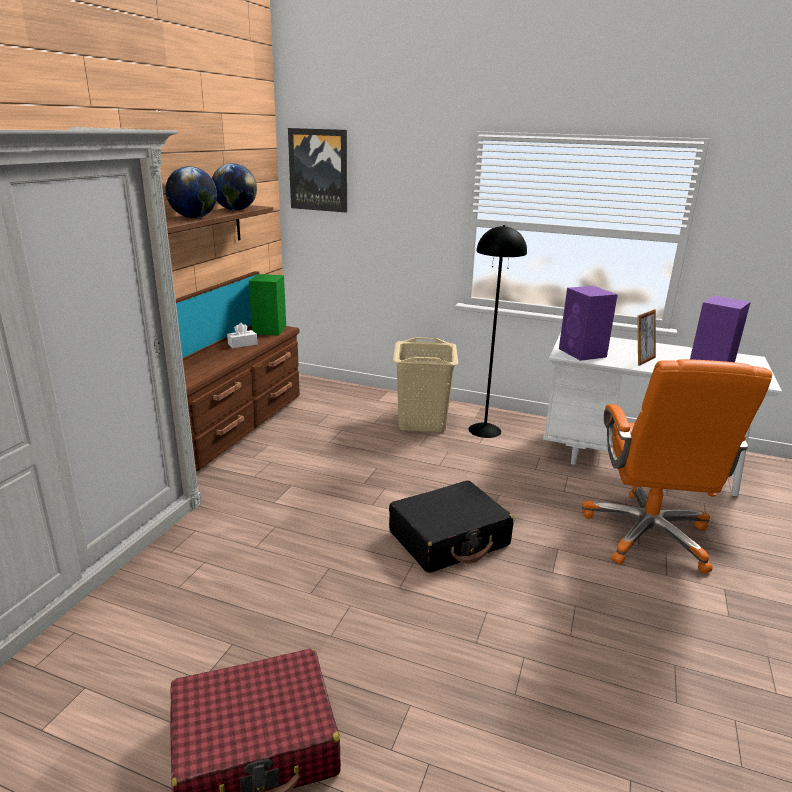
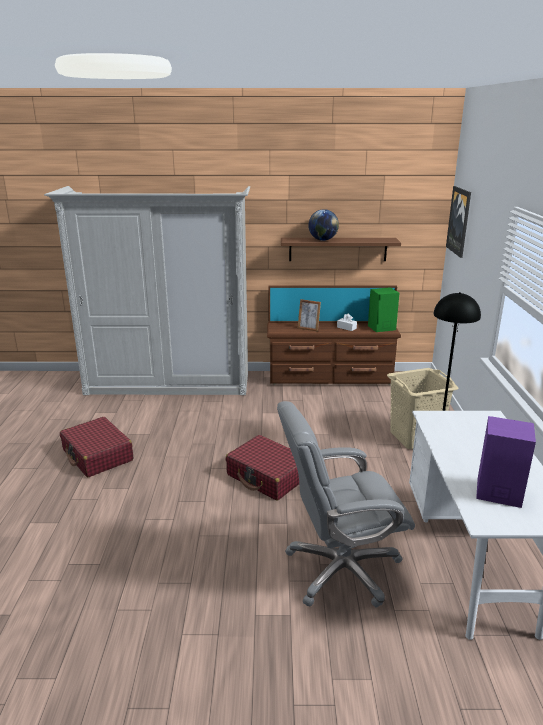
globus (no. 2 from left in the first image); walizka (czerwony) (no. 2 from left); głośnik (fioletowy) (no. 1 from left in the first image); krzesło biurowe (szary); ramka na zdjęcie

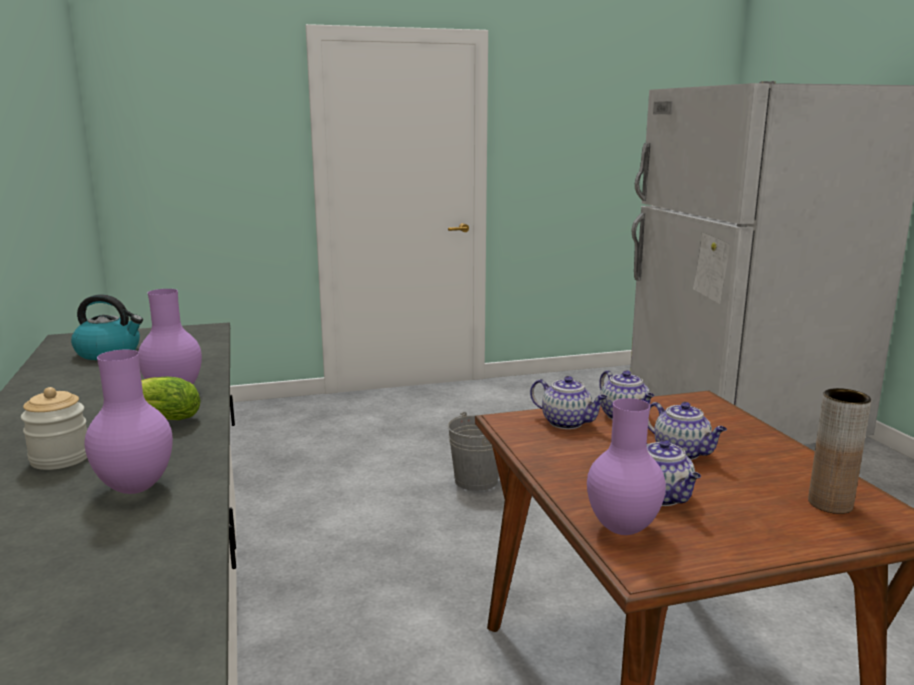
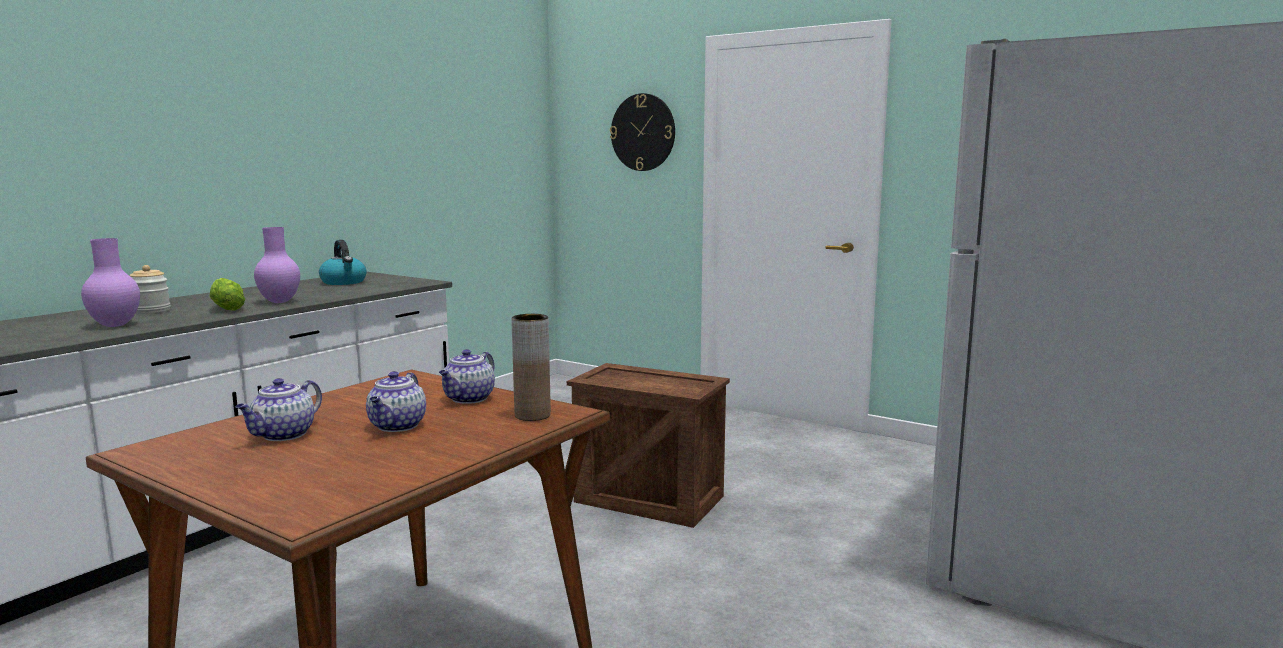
skrzynka; imbryk (no. 1 from left in the first image); wazon (fioletowy) (no. 3 from left in the first image); wazon (brązowy); zegar ścienny

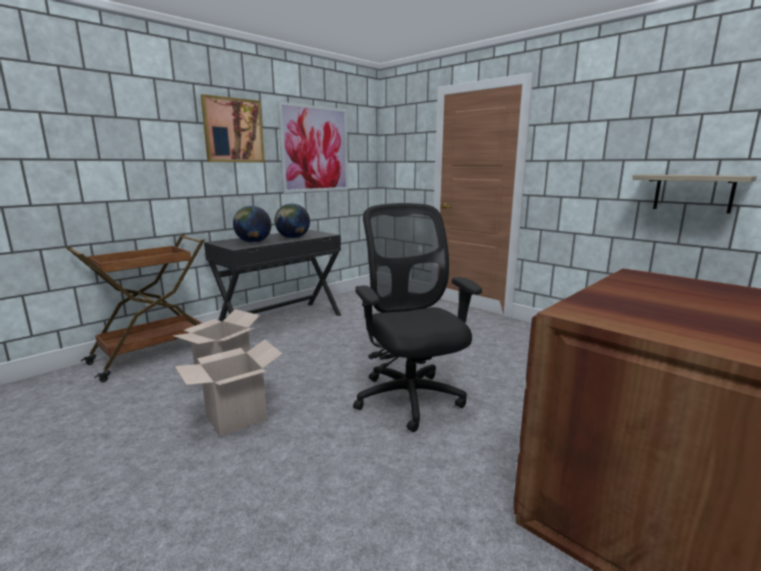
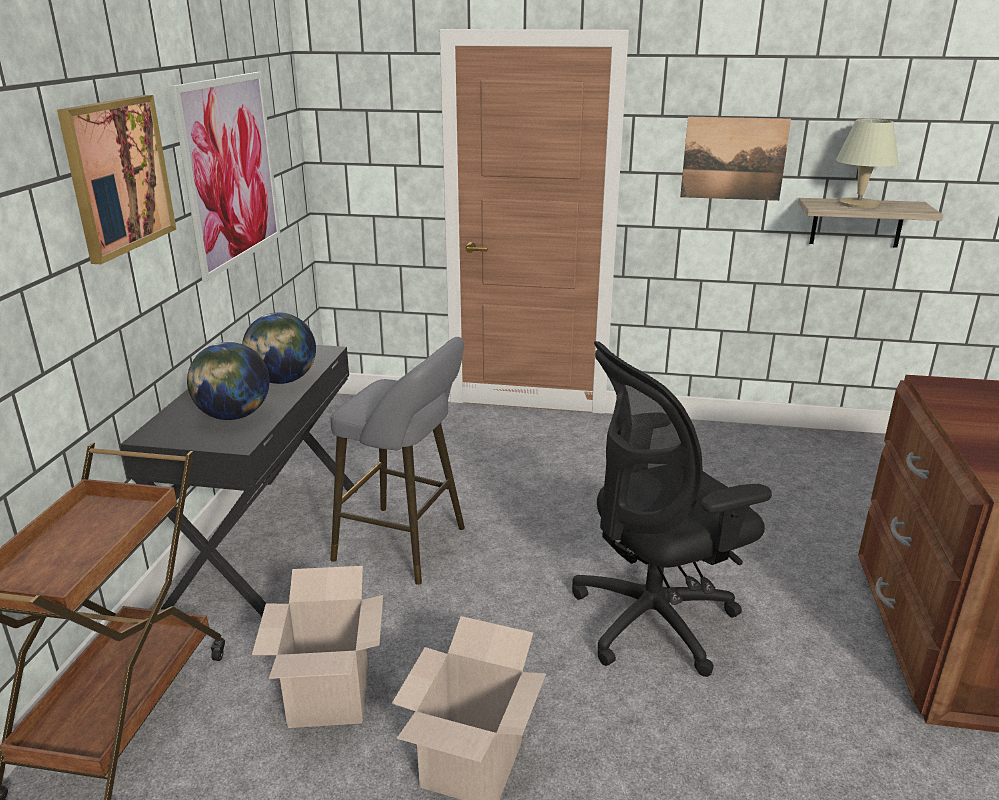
krzesło biurowe (czarny); stołek (szary); obraz (no. 3 from left); lampa stołowa (beżowy)

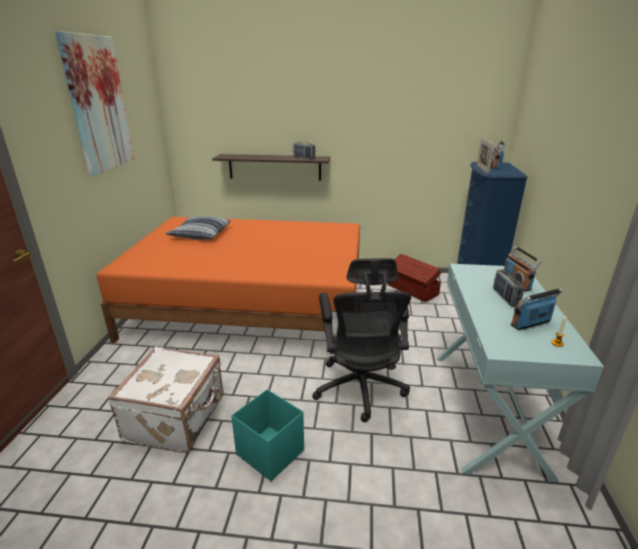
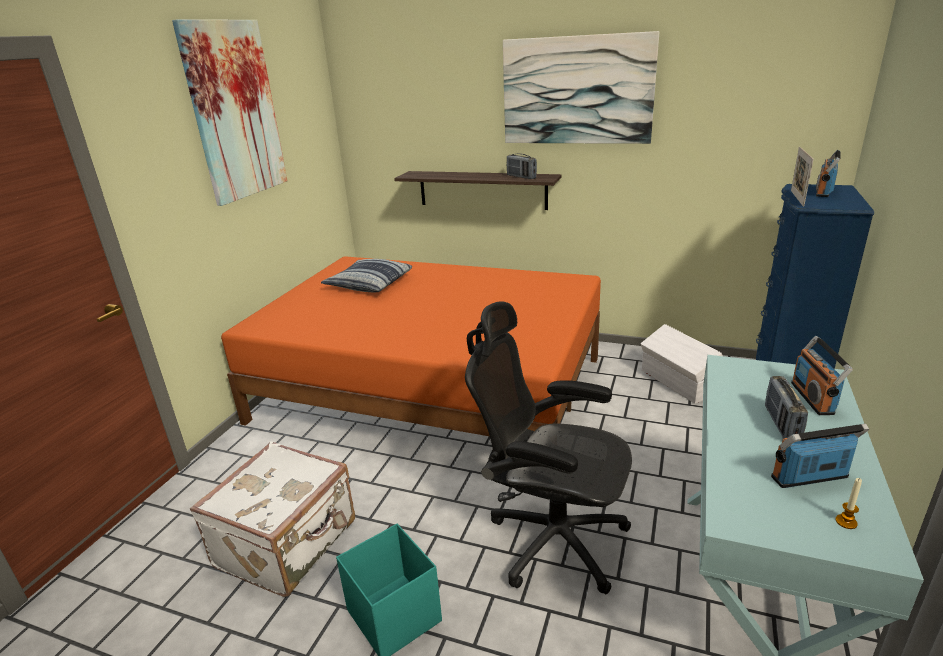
krzesło biurowe; pojemnik do przechowywania (biały); obraz (no. 2 from left)

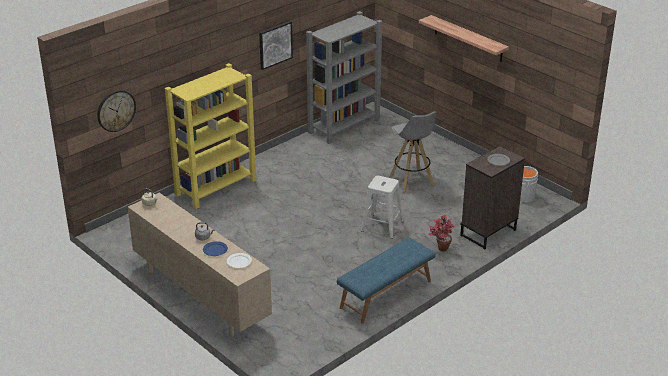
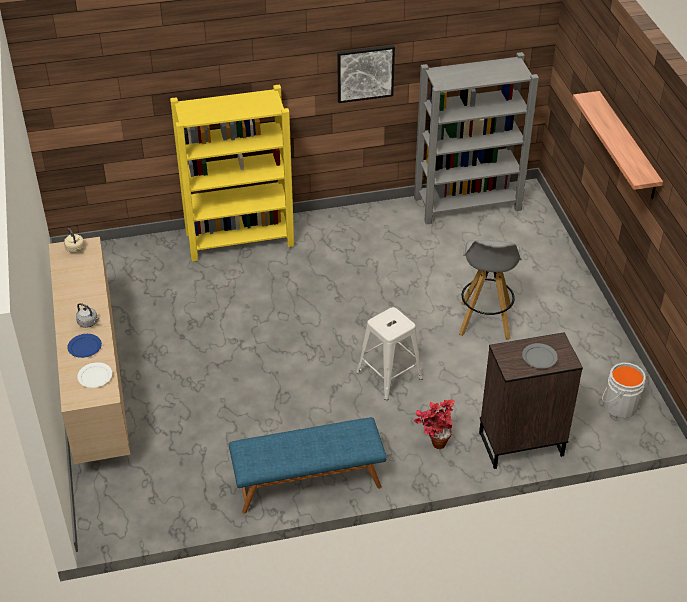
zegar ścienny

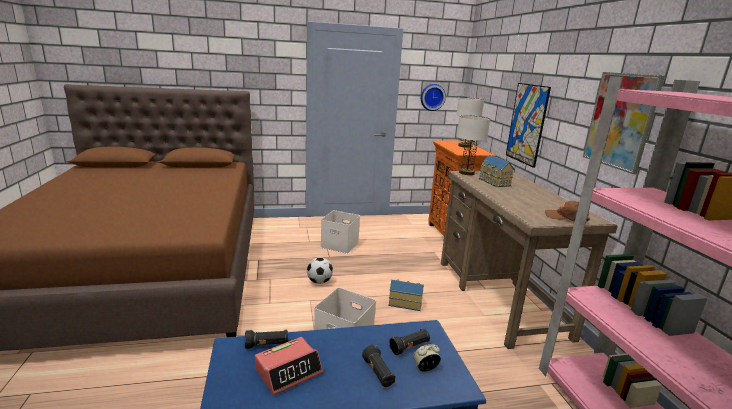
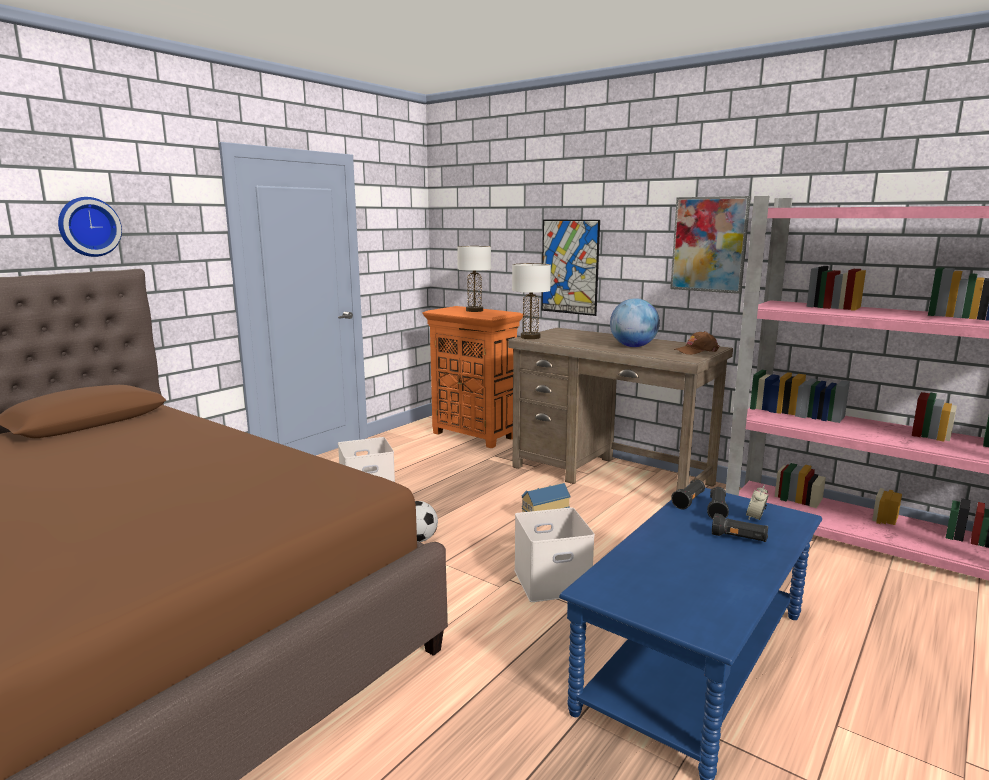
latarka (czarny) (no. 1 from left); budzik (no. 1 from left in the first image); zegar ścienny; domek (no. 2 from left in the first image); globus

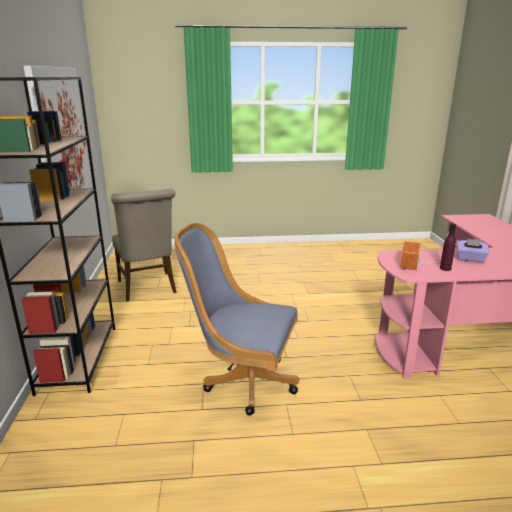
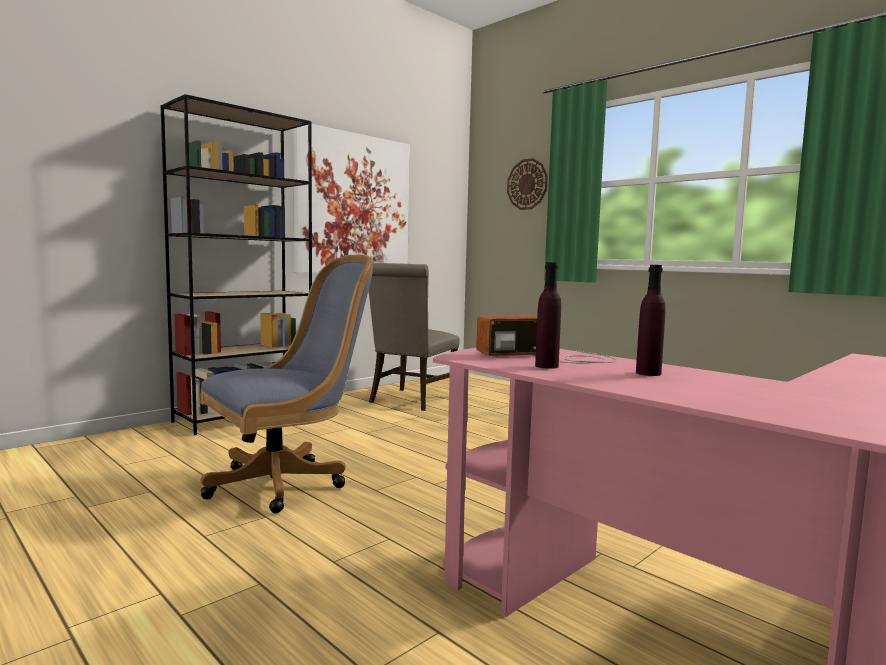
krzesło biurowe (niebieski); butelka (fioletowy) (no. 2 from left); zegar ścienny

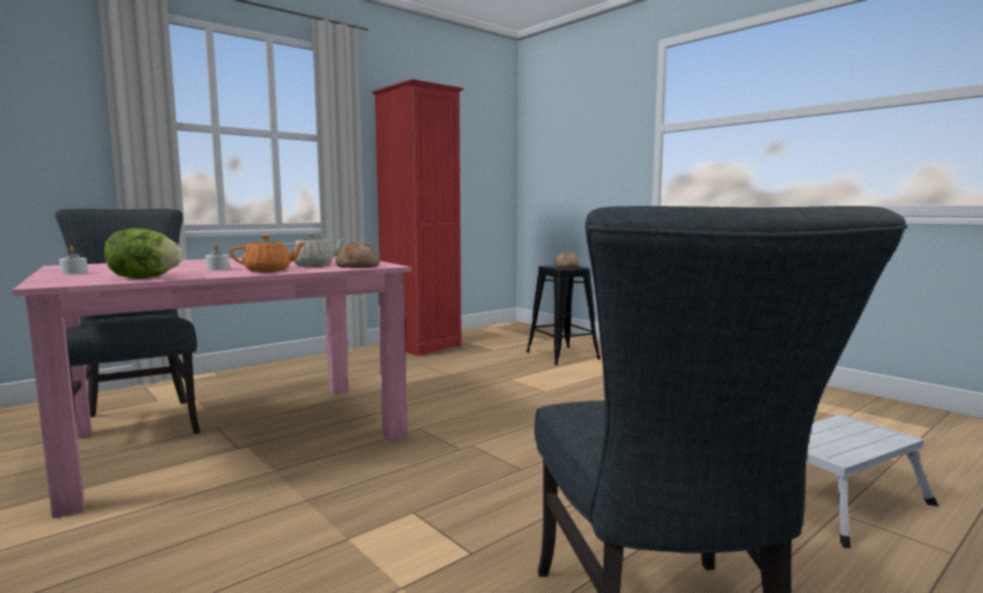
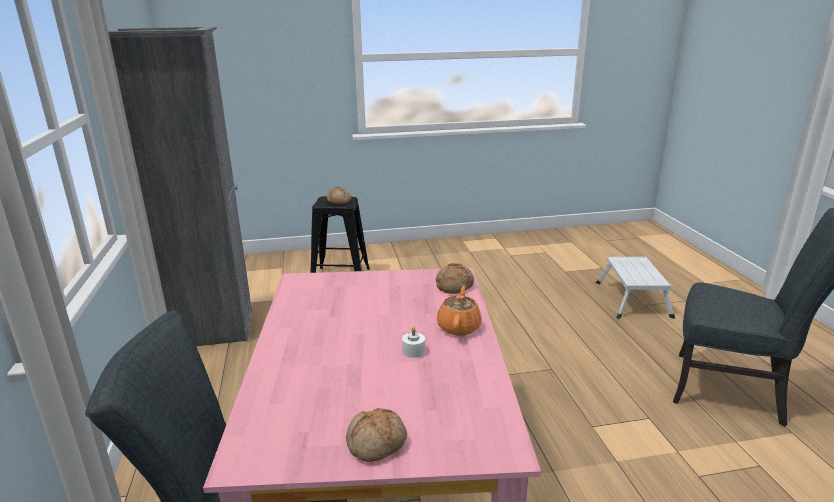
chleb (no. 2 from left); sałata; imbryk (beżowy); szafka (szary)

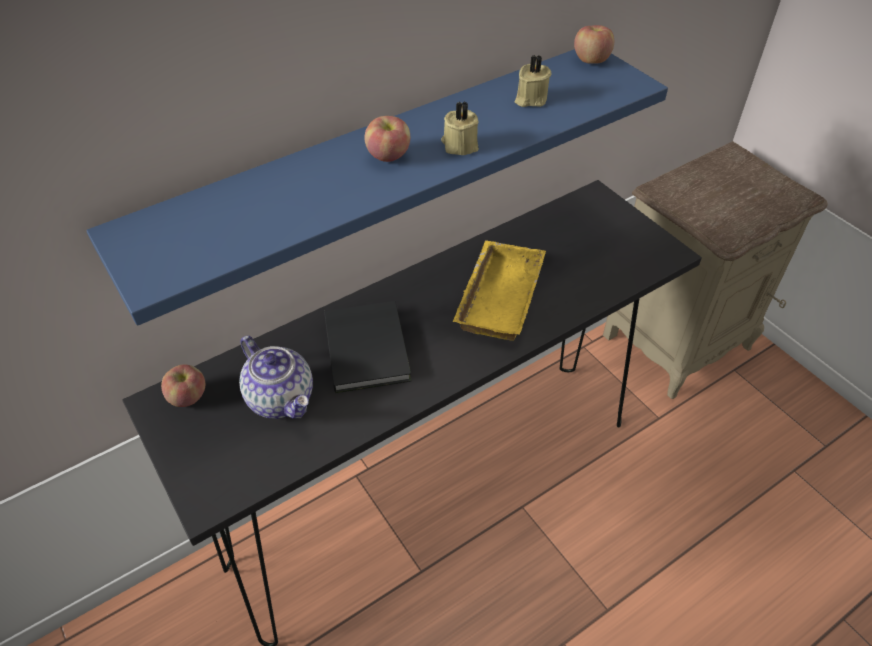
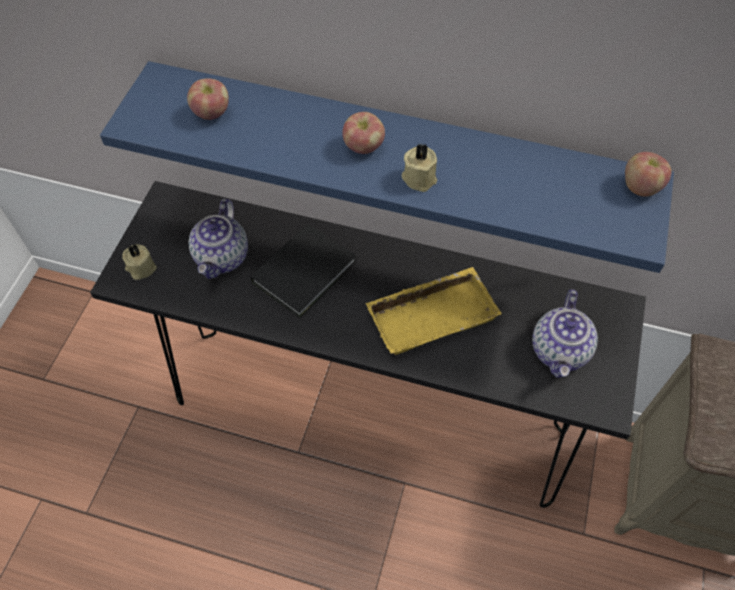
jabłko (no. 1 from left); świeca (beżowy) (no. 1 from left); imbryk (no. 2 from left)

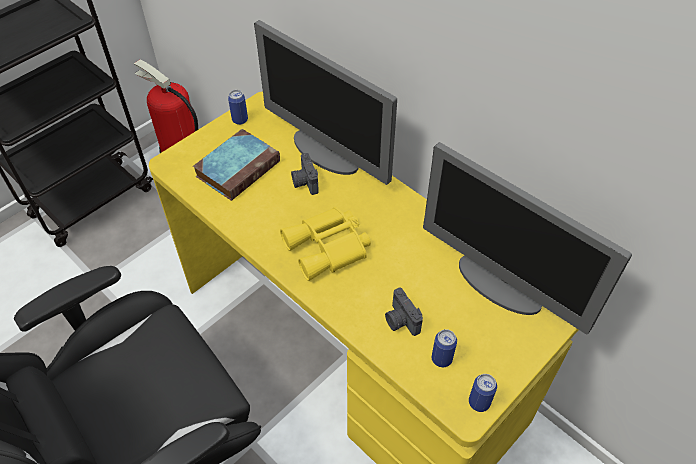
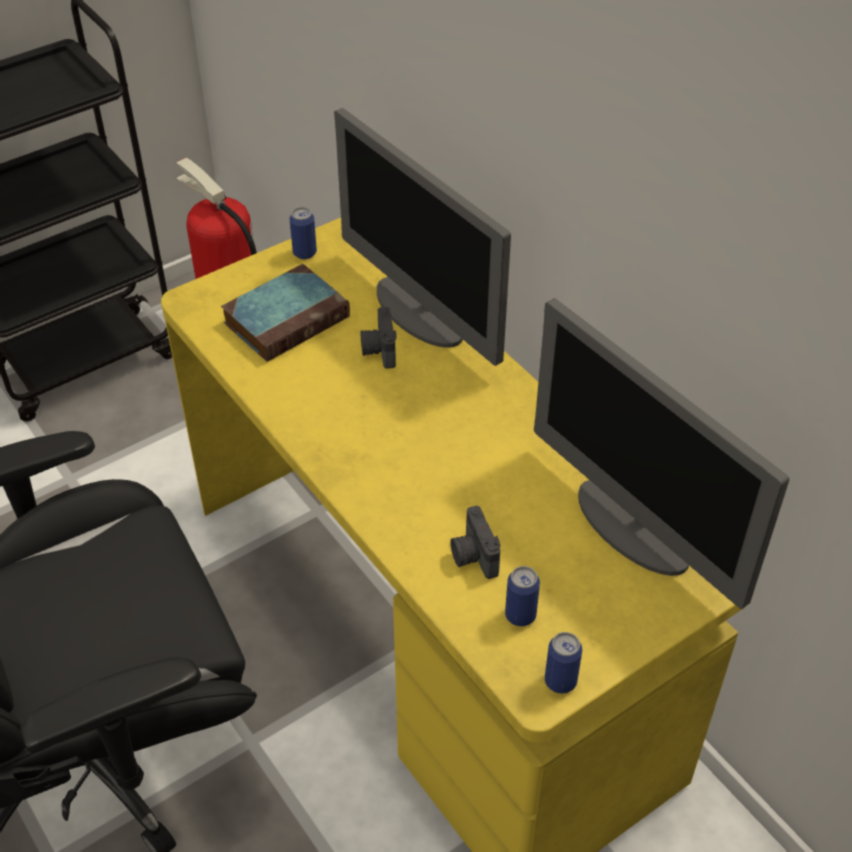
lornetka (żółty)

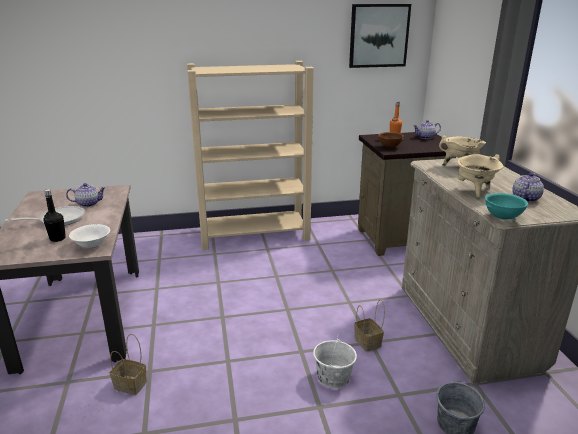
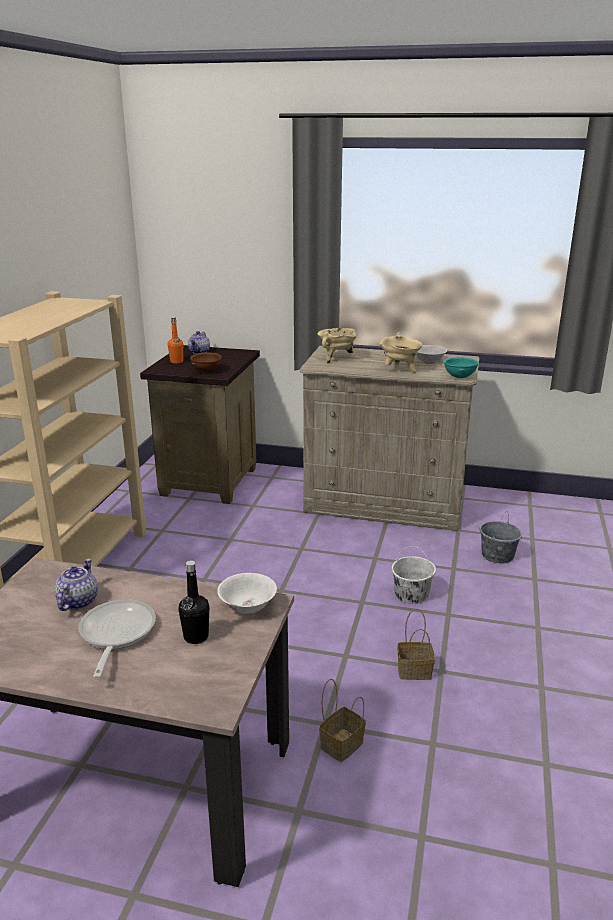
obraz; koszyk (no. 2 from left); miska (biały) (no. 2 from left)

